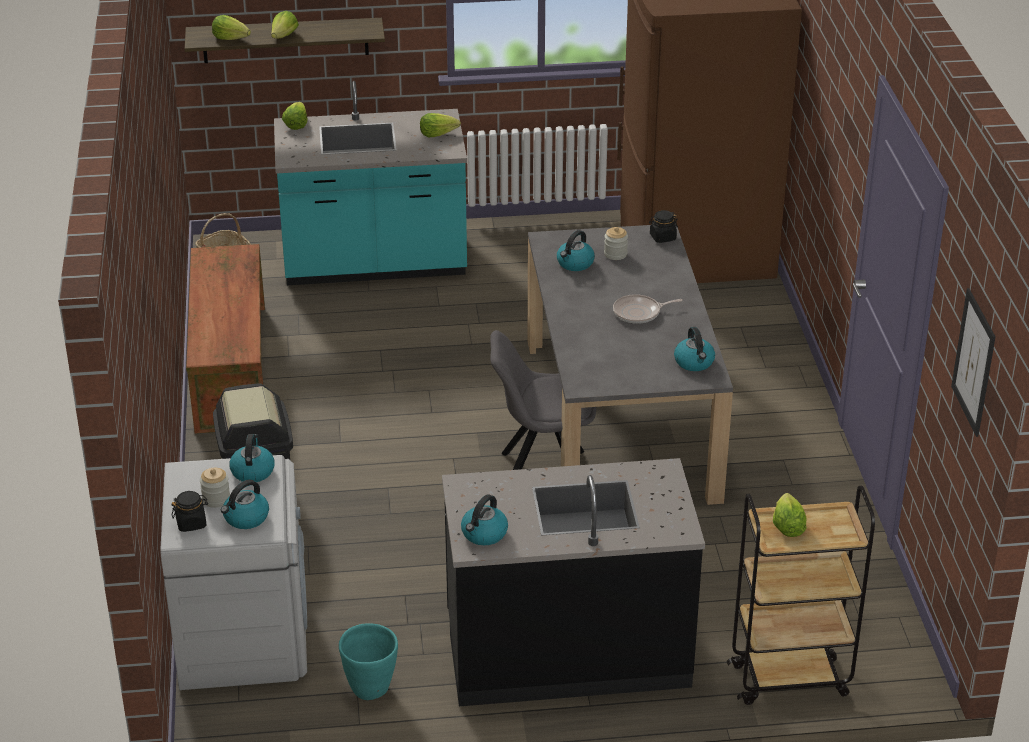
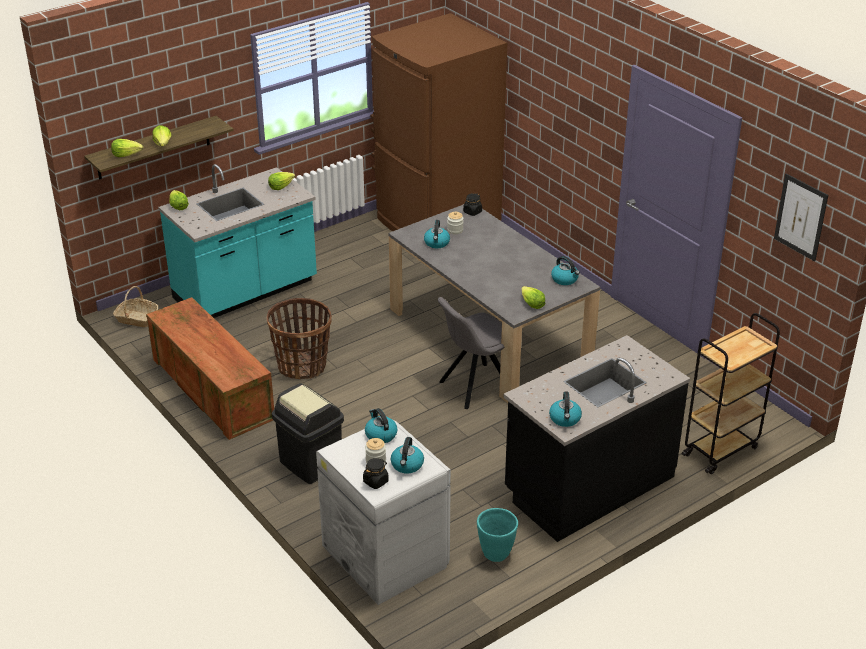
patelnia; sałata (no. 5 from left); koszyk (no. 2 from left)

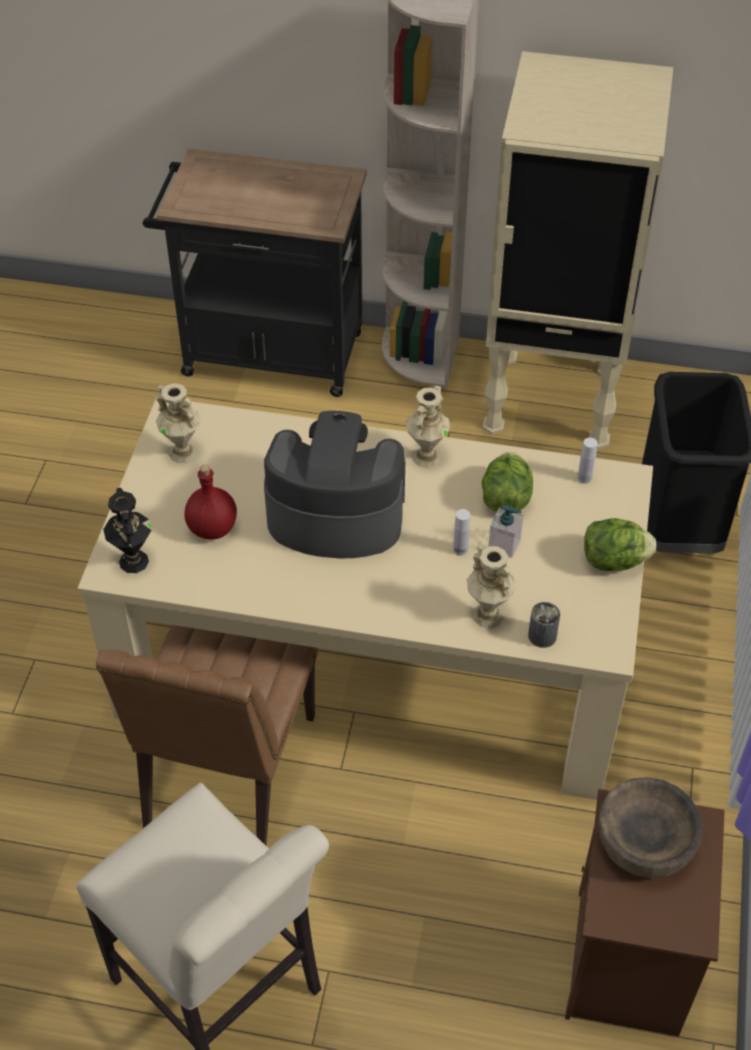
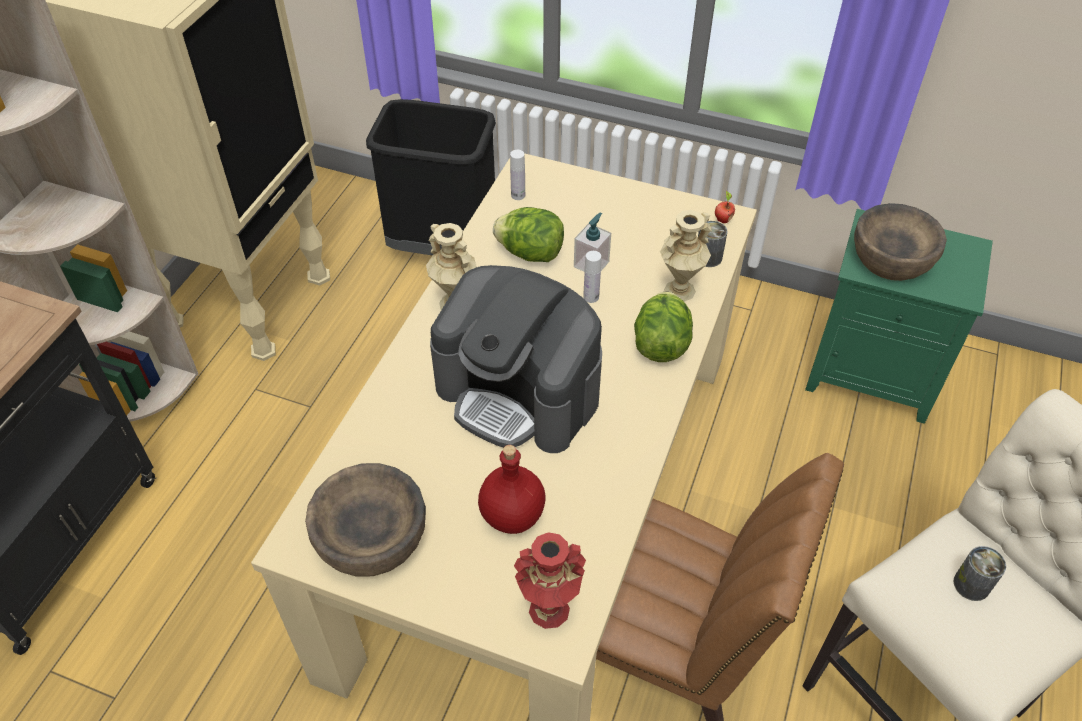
wazon (czerwony); miska (brązowy) (no. 1 from left); ekspres do kawy; szafka nocna (zielony); sałata (no. 2 from left); jabłko; puszka (no. 2 from left)

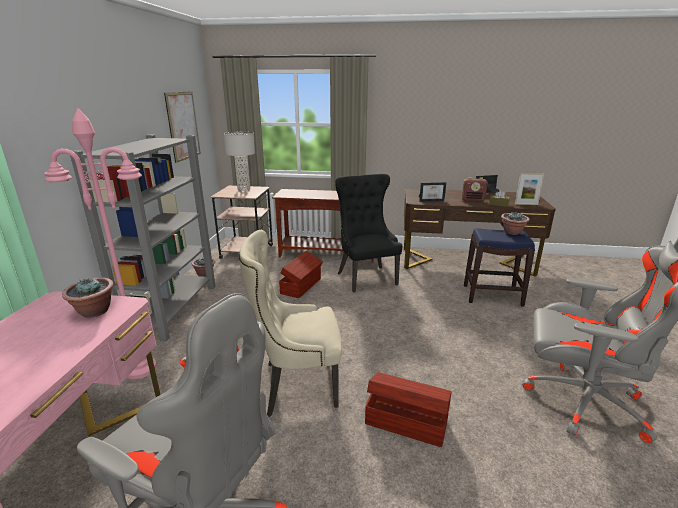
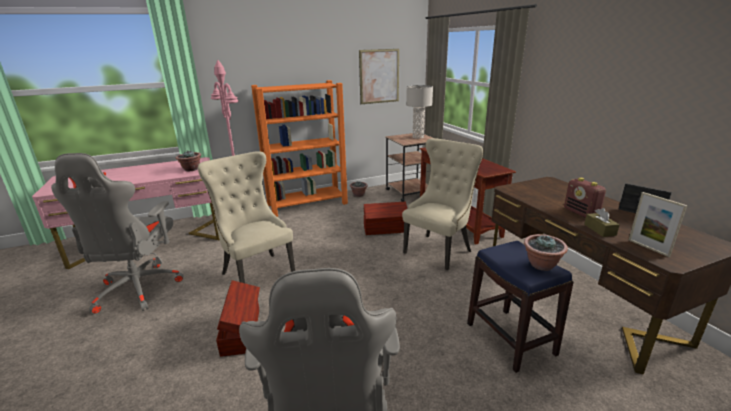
regał (pomarańczowy); krzesło (beżowy) (no. 2 from left); ramka na zdjęcie (no. 1 from left in the first image)

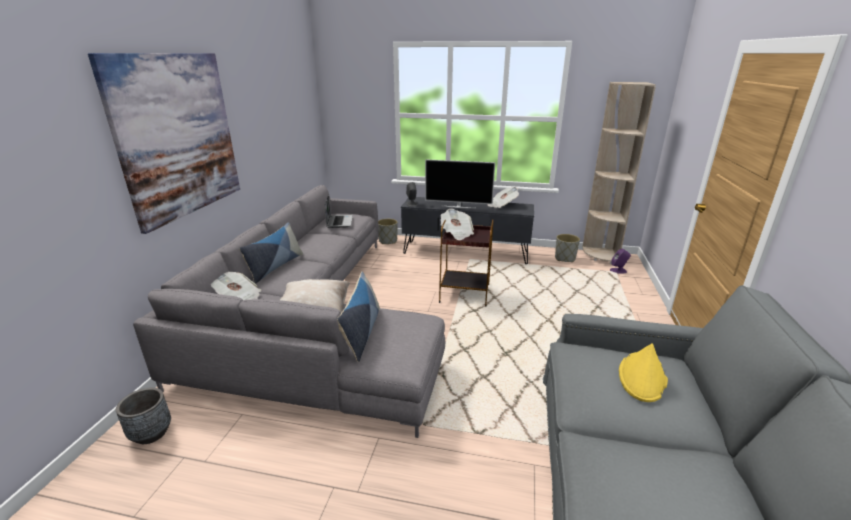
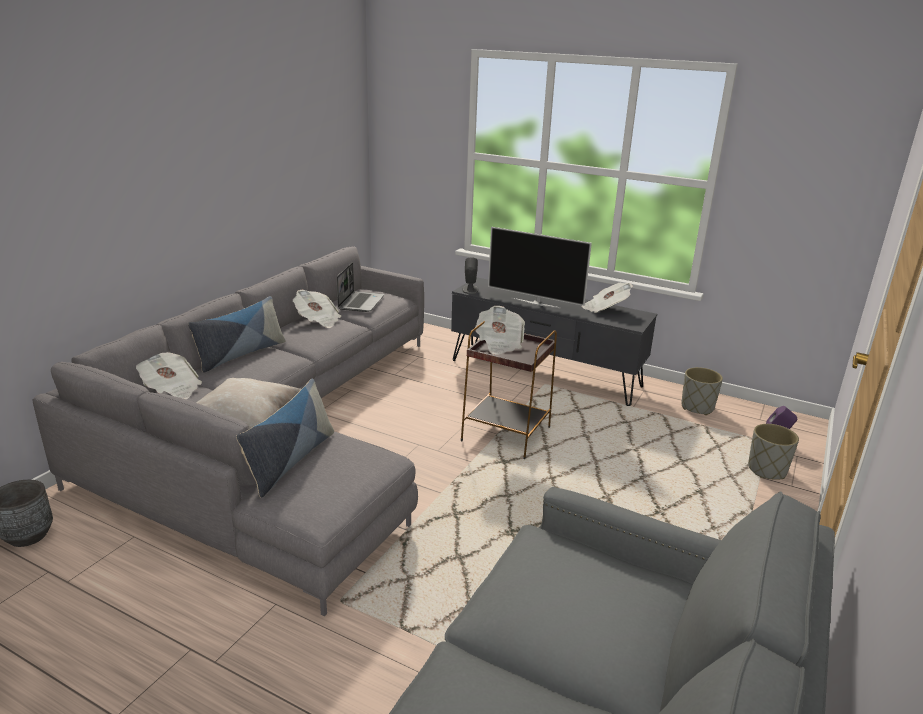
obraz; donica (szary) (no. 3 from left); regał (beżowy); kapelusz (żółty); gazeta (no. 2 from left)

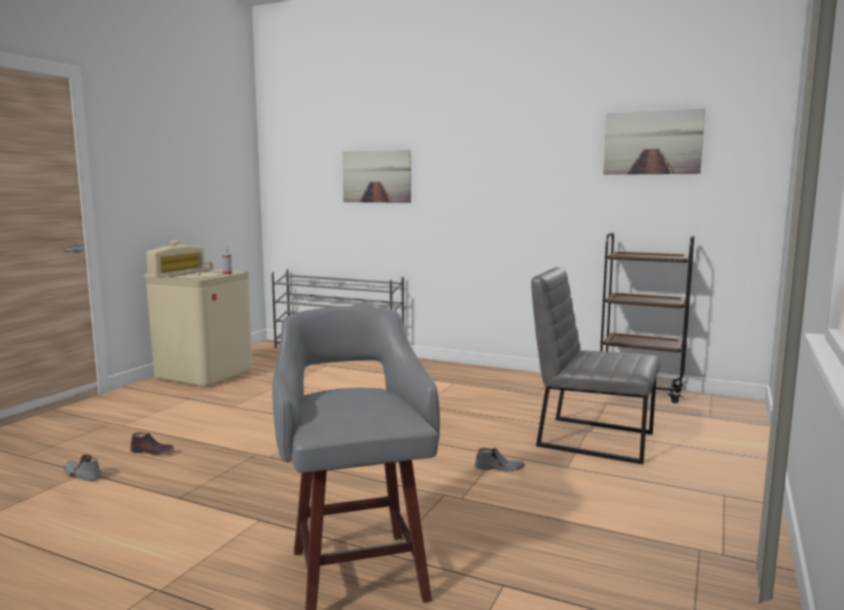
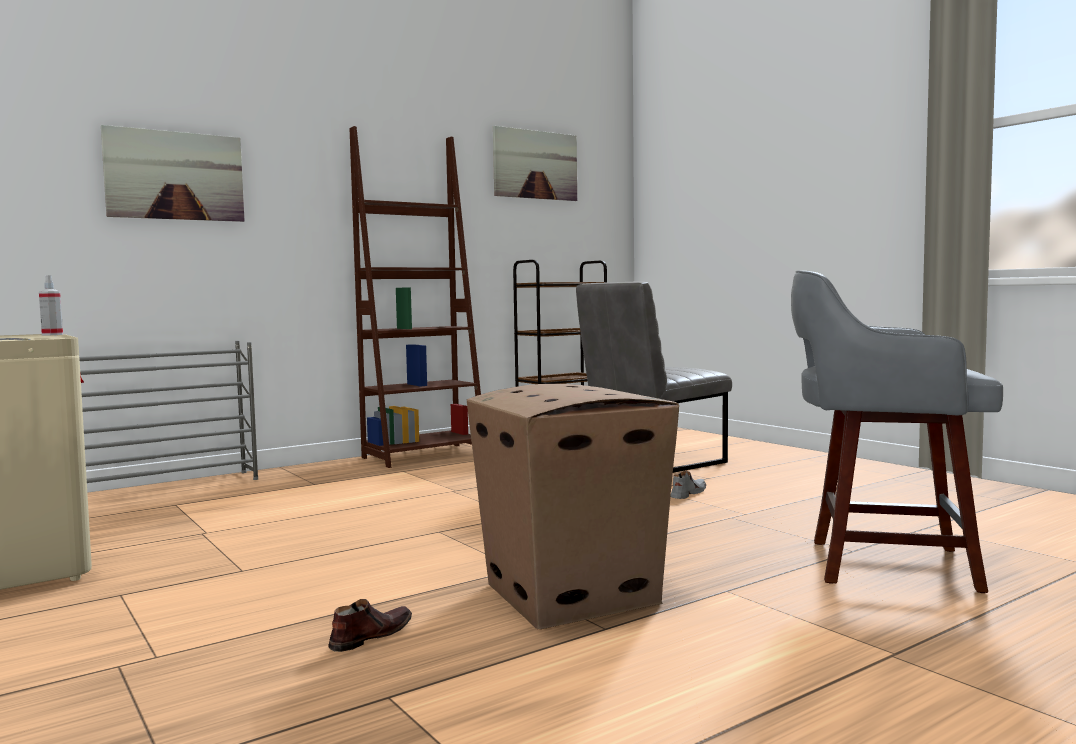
but (szary) (no. 1 from left in the first image); regał (brązowy); karton

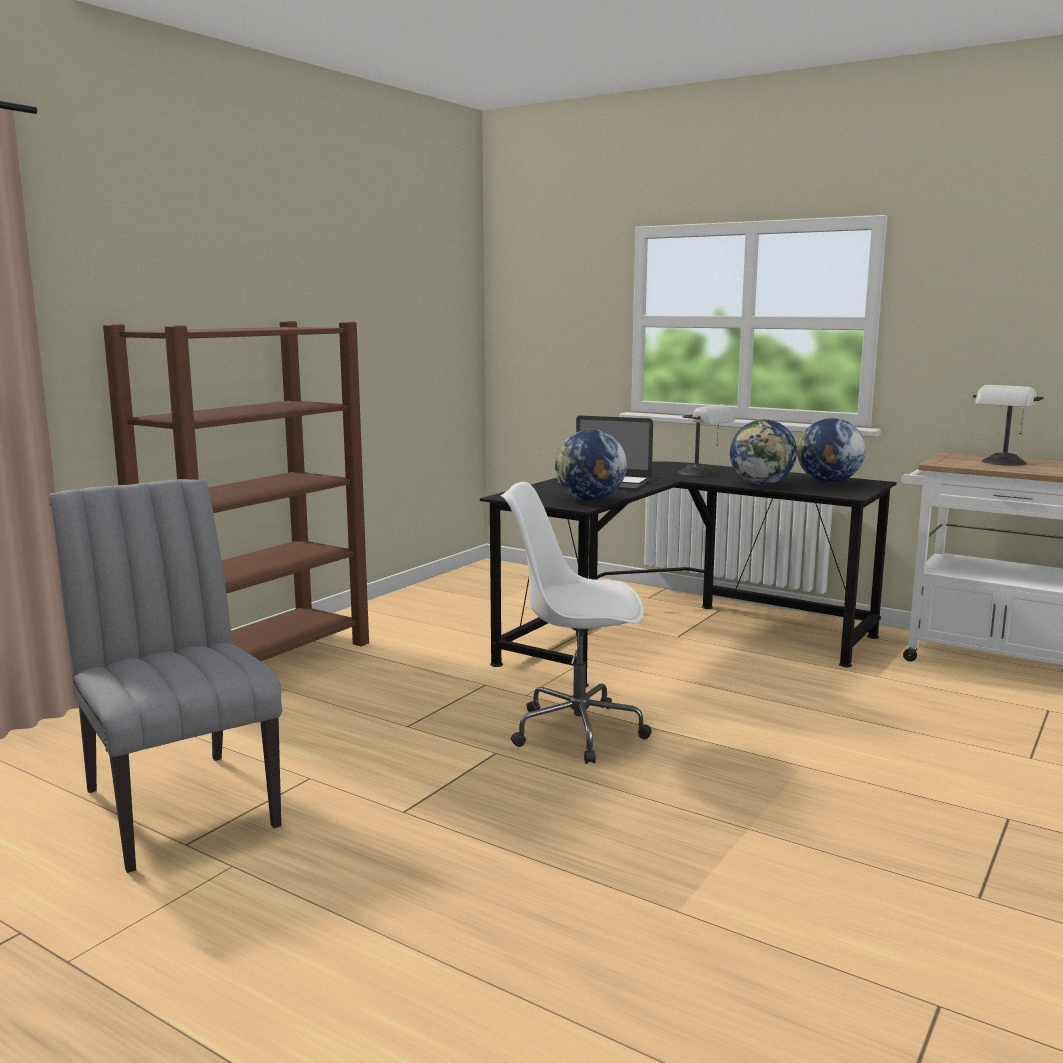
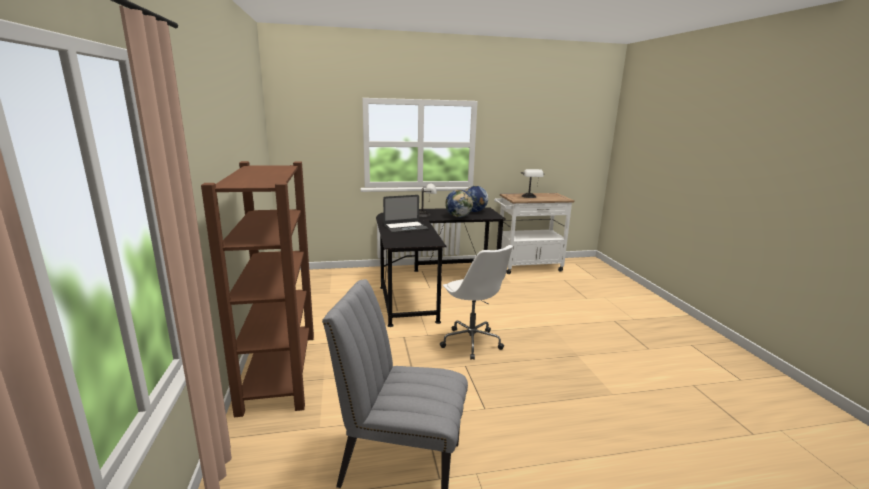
krzesło biurowe (biały); globus (no. 1 from left in the first image)

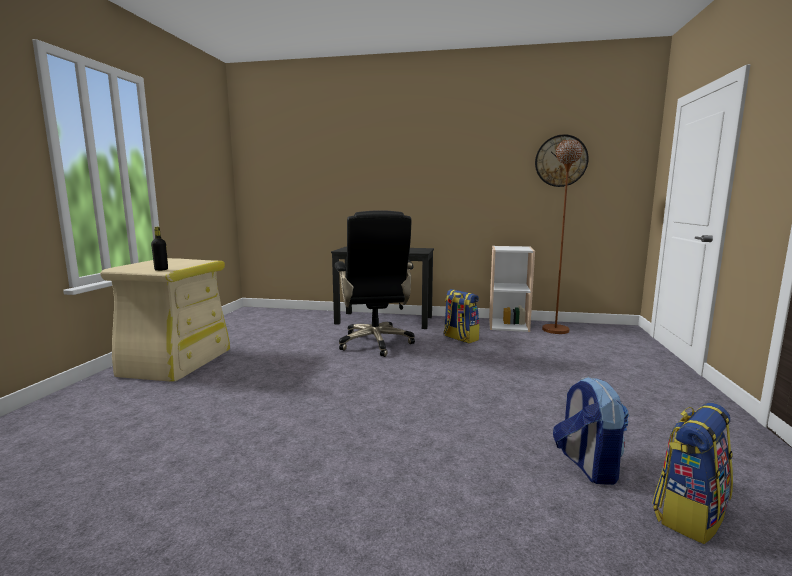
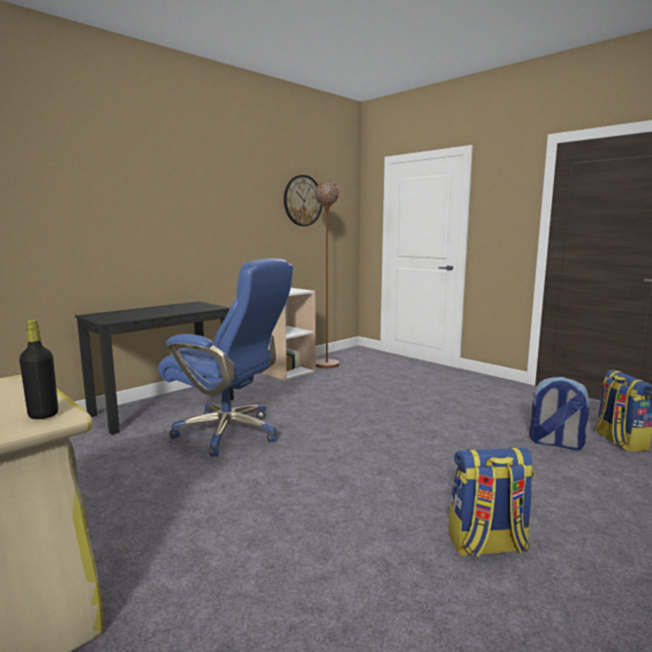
krzesło biurowe (niebieski); plecak (no. 1 from left)

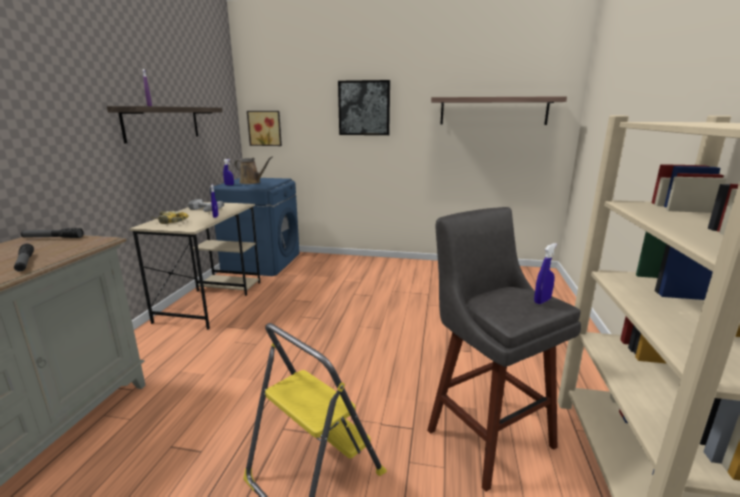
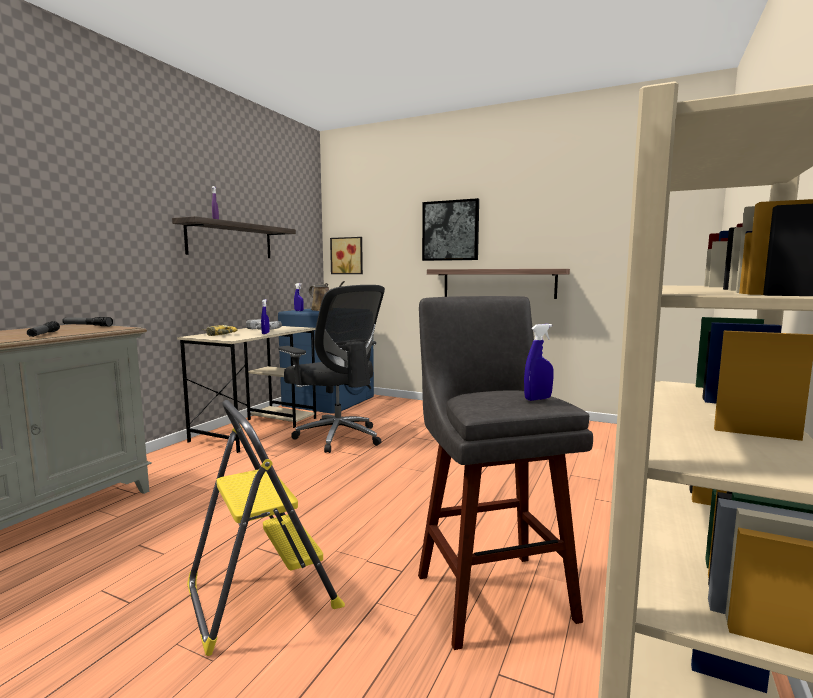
półka (no. 2 from left); krzesło biurowe

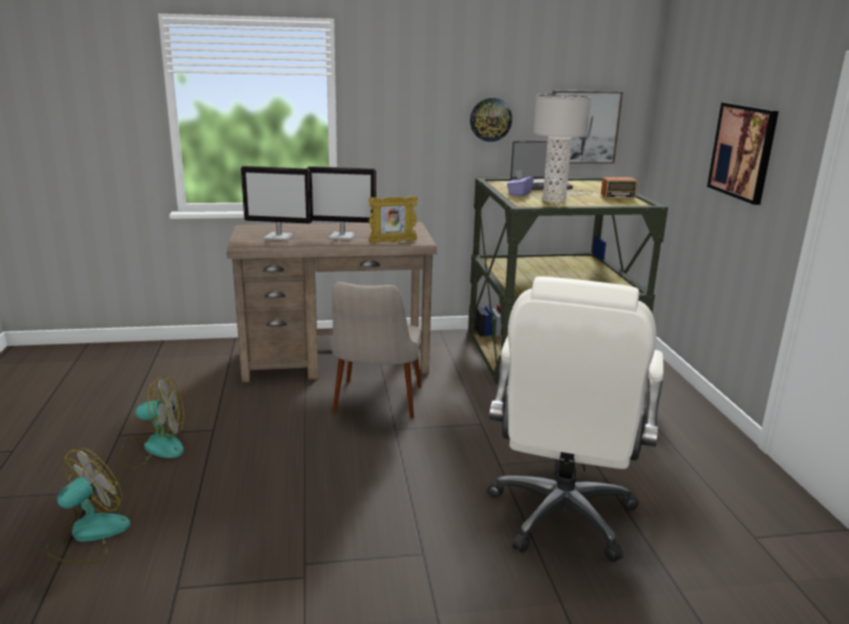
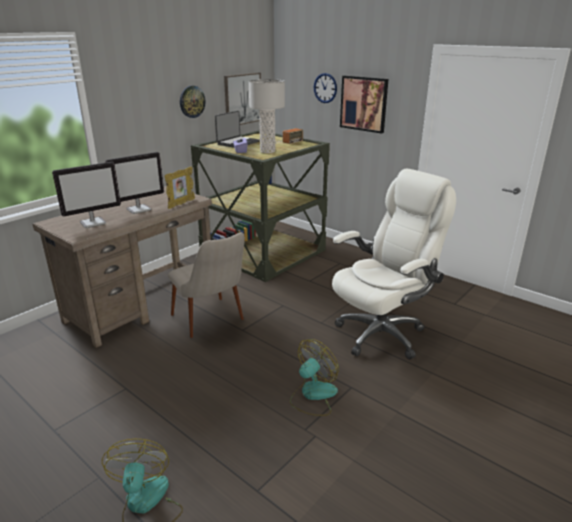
wentylator (no. 2 from left); krzesło biurowe (biały); zegar ścienny (no. 2 from left)

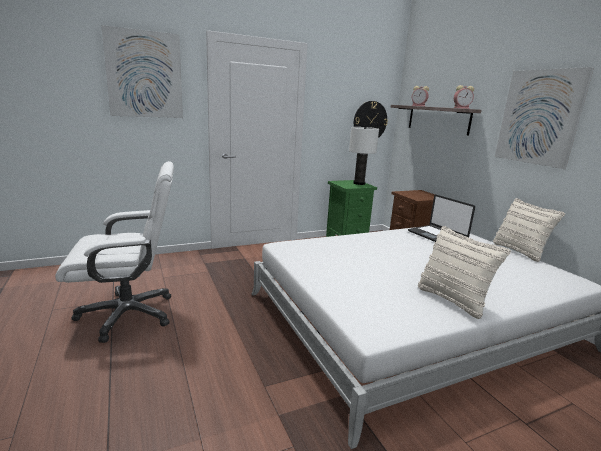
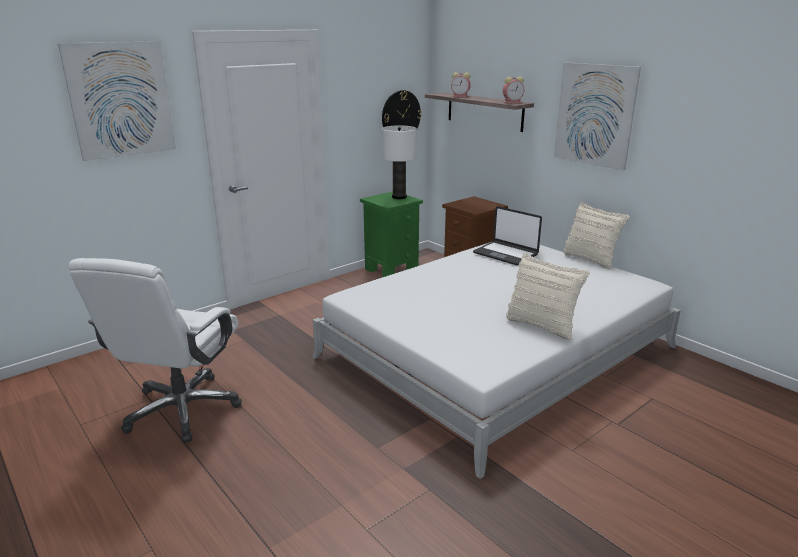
krzesło biurowe (biały)

